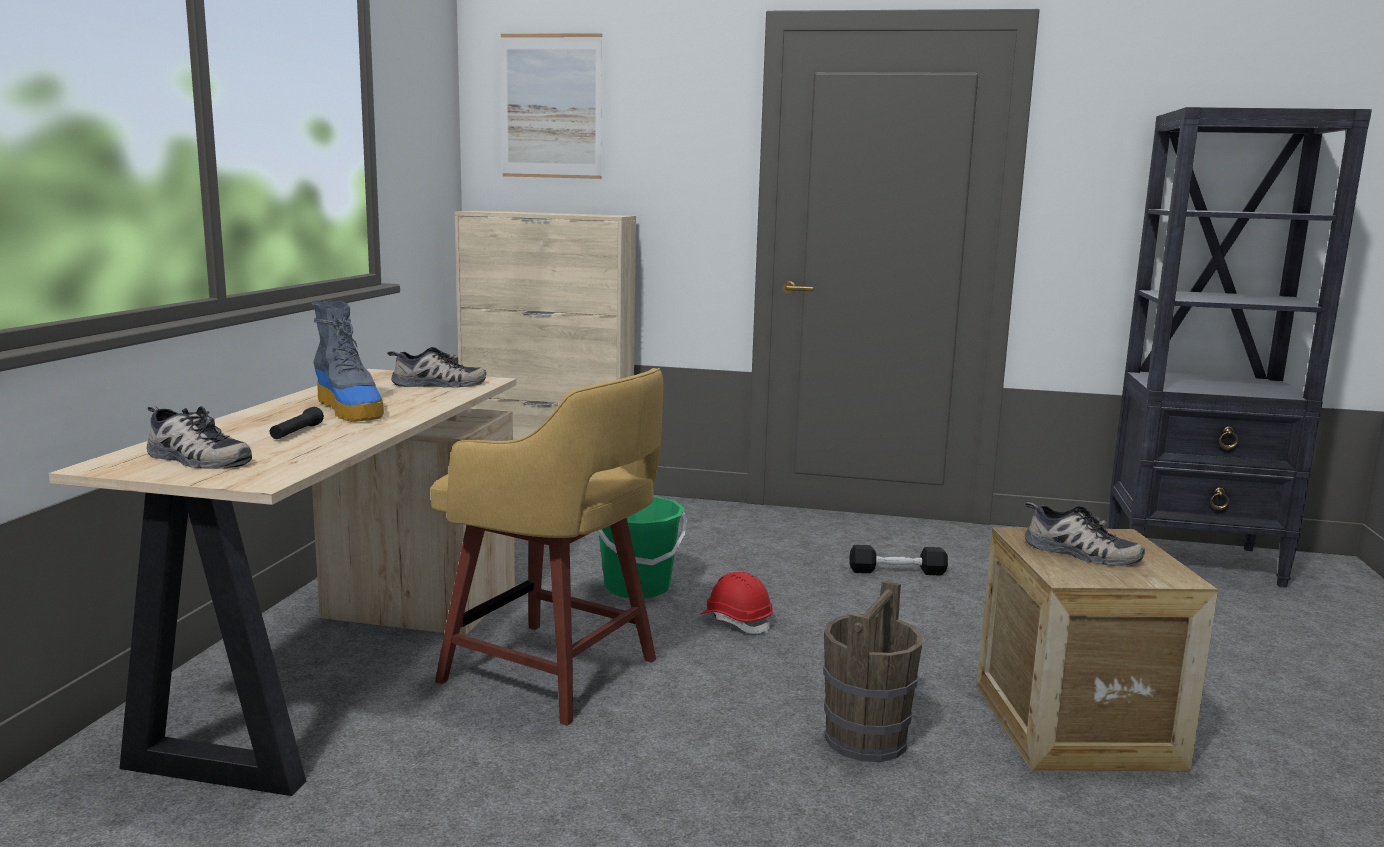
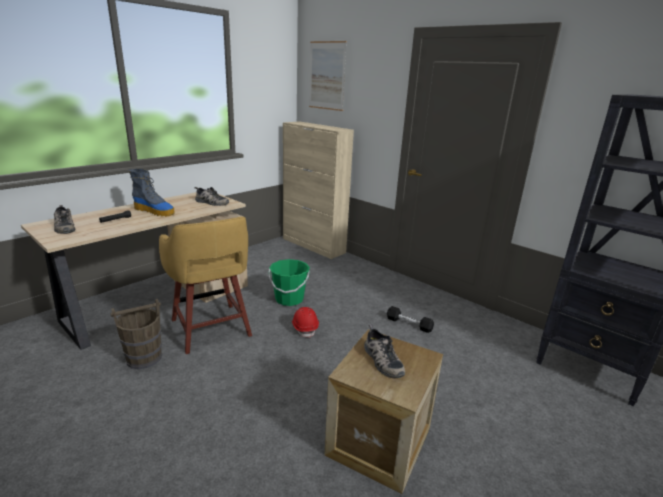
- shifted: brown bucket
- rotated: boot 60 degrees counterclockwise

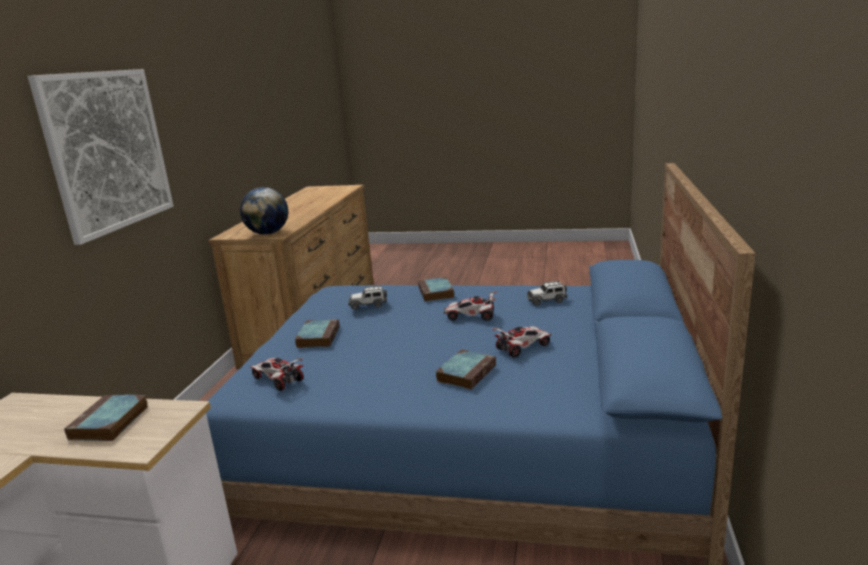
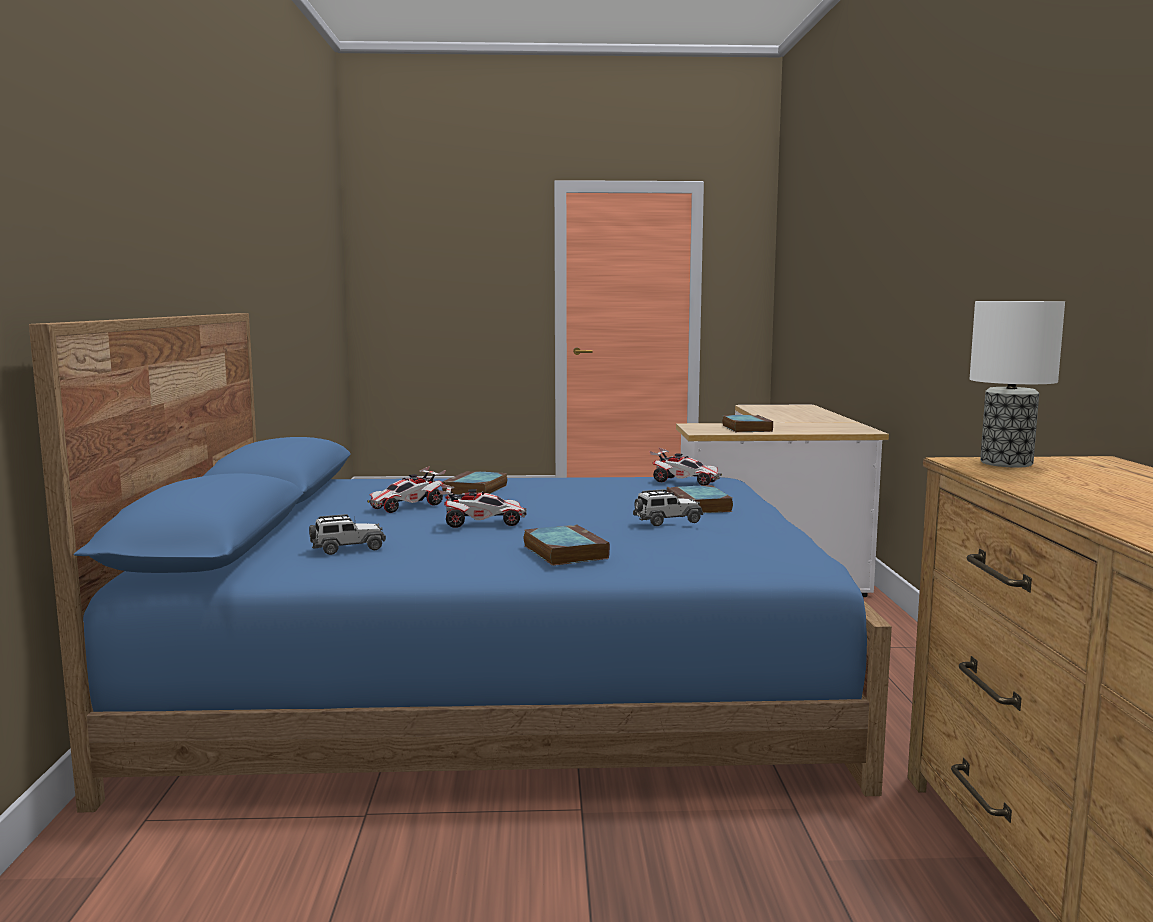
- gone: picture
- swapped: globe to table lamp

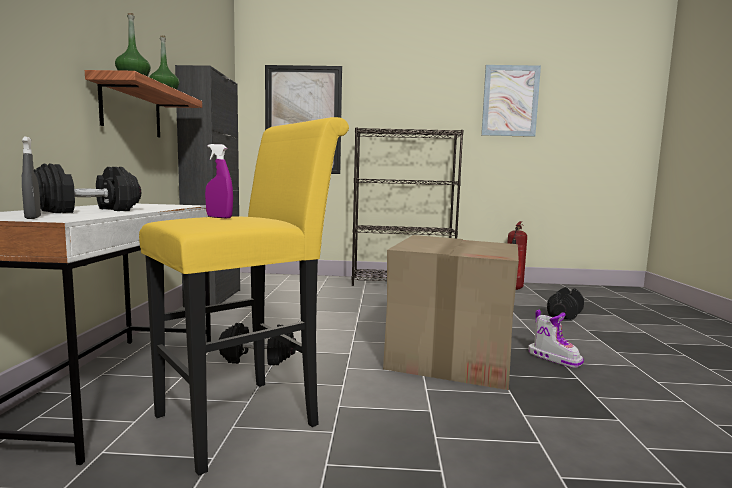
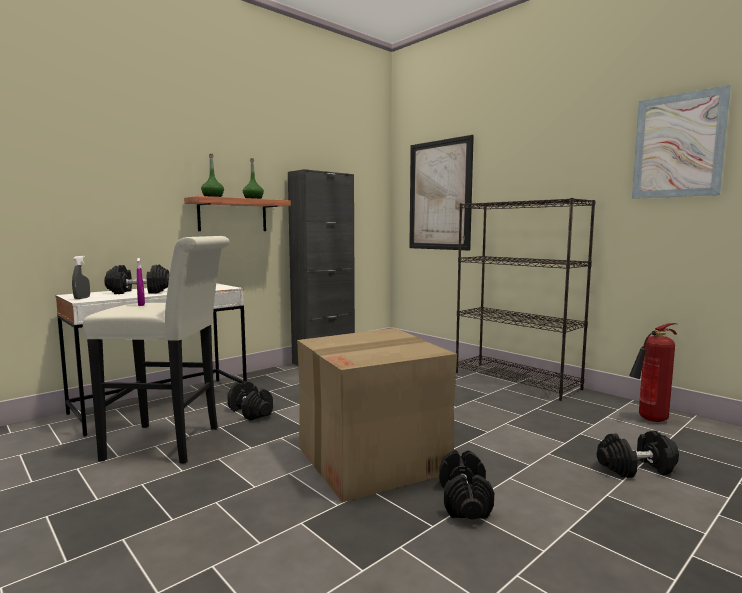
- swapped: boot to black dumbbell (no. 3 from left)
- repainted: yellow stool to white stool

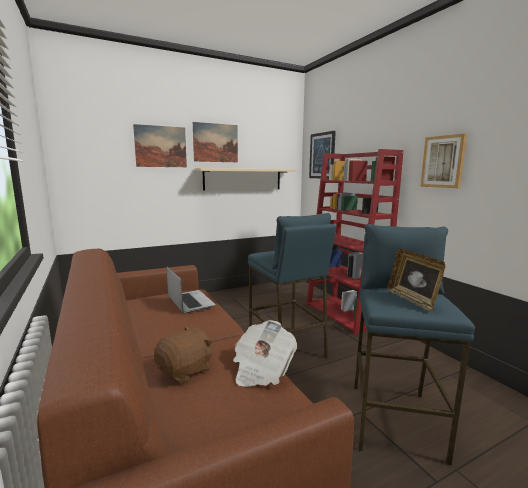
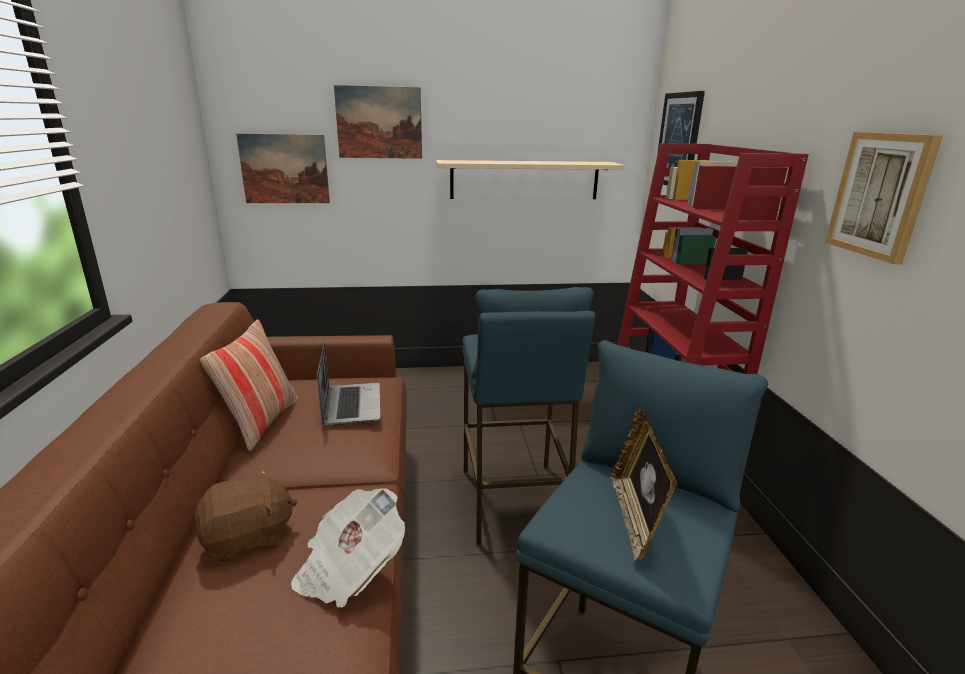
- new: pillow
- shifted: picture (no. 2 from left in the first image) to picture (no. 1 from left)

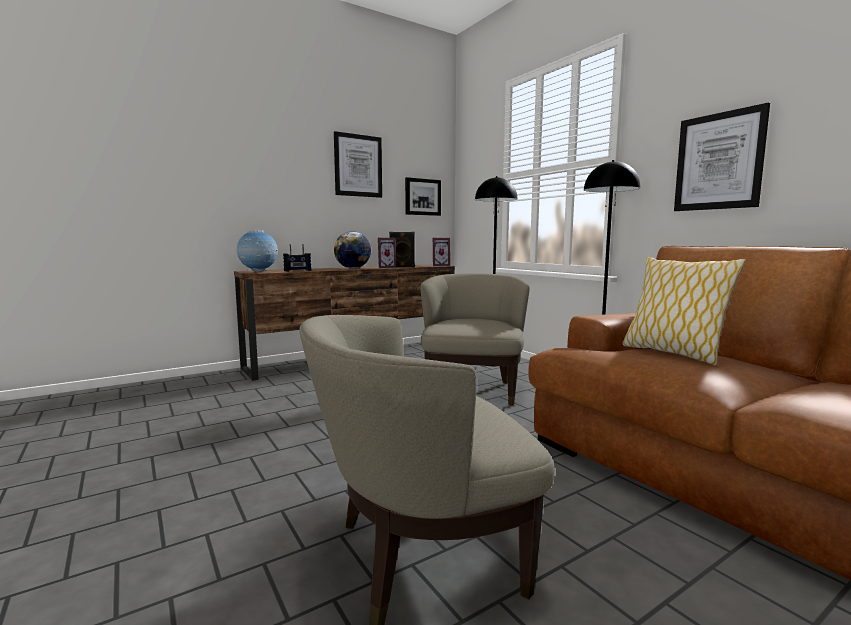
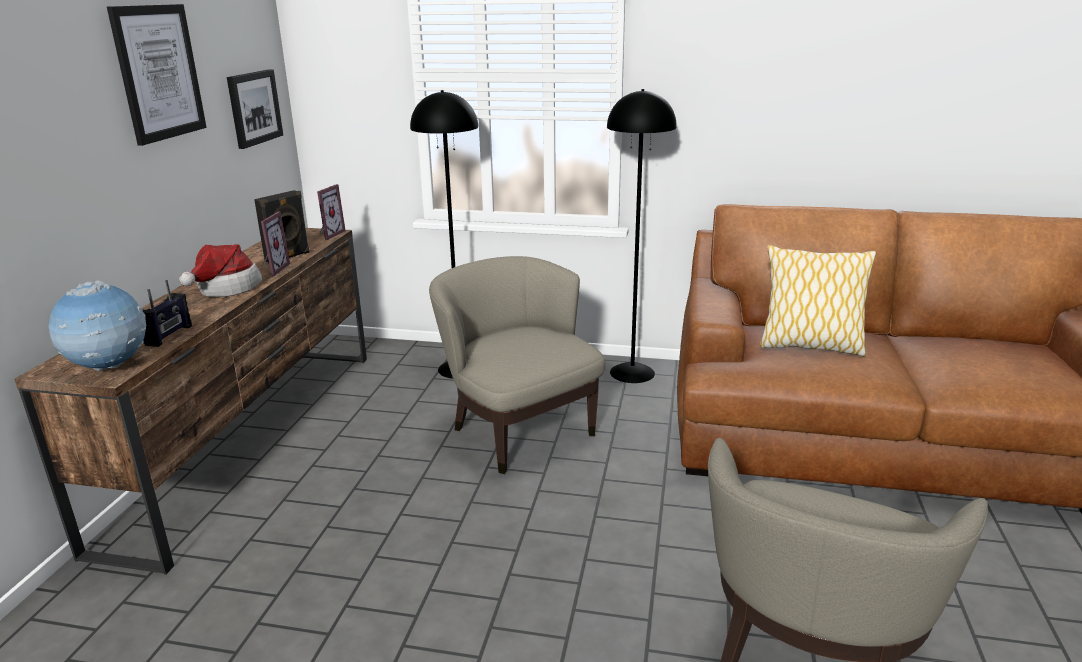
- gone: picture (no. 3 from left)
- swapped: globe (no. 2 from left) to hat

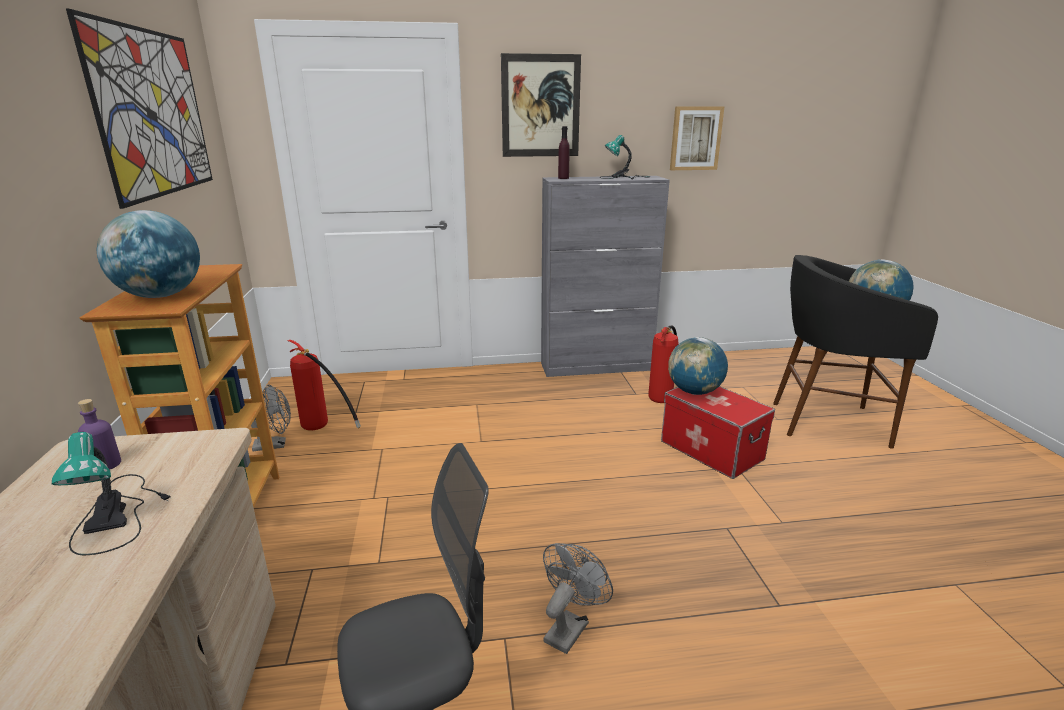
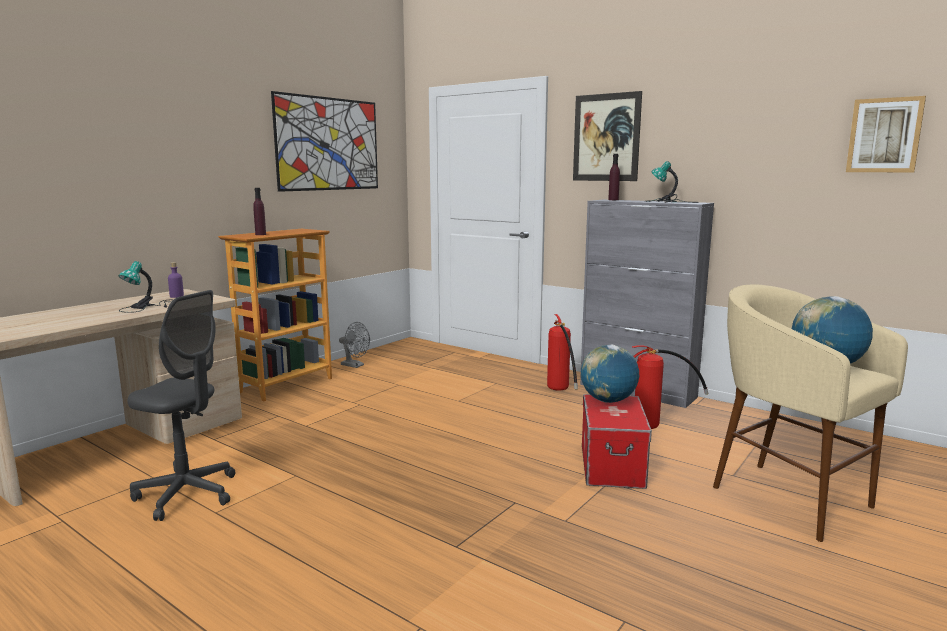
- gone: grey fan (no. 2 from left)
- shifted: fire extinguisher (no. 1 from left)
- shifted: picture (no. 3 from left)
- swapped: globe (no. 1 from left) to purple bottle (no. 2 from left)
- repainted: black stool to beige stool

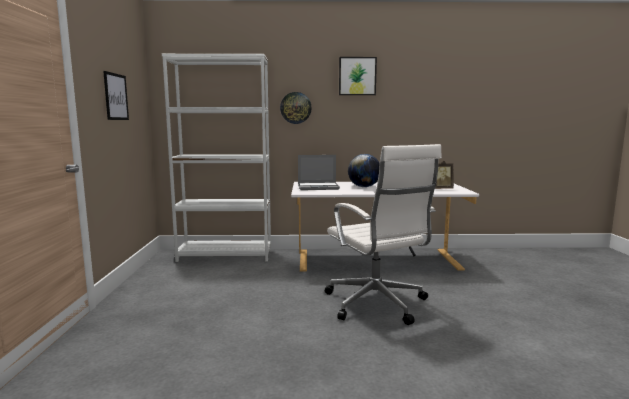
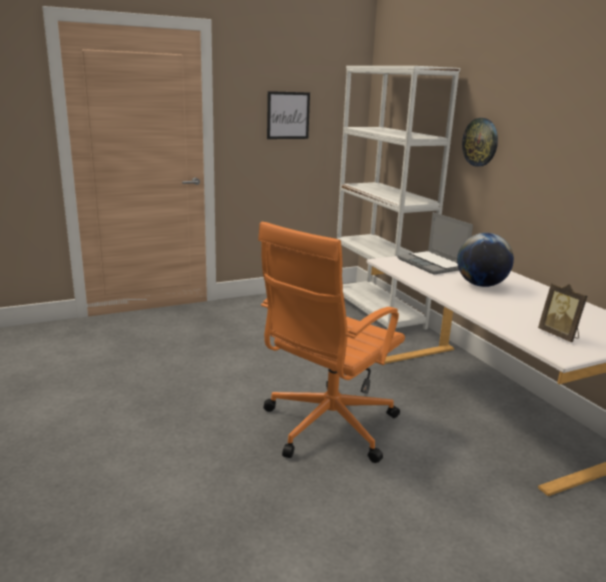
- gone: picture (no. 2 from left)
- repainted: white office chair to orange office chair

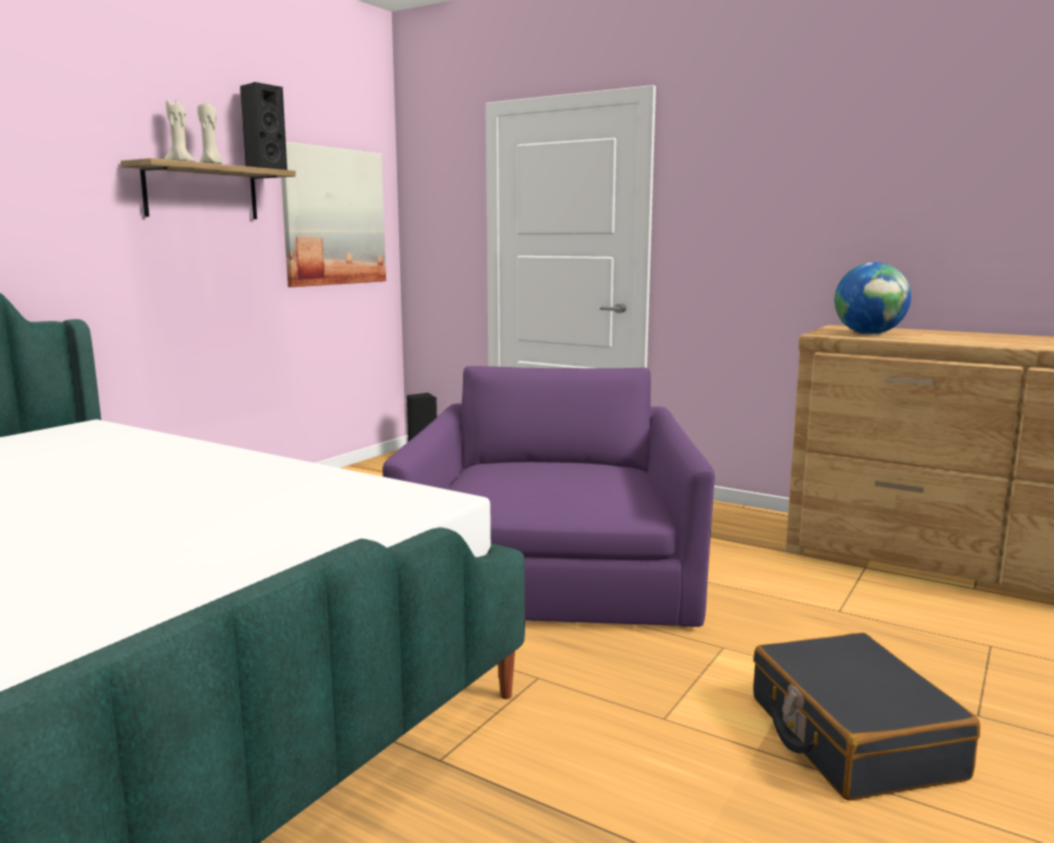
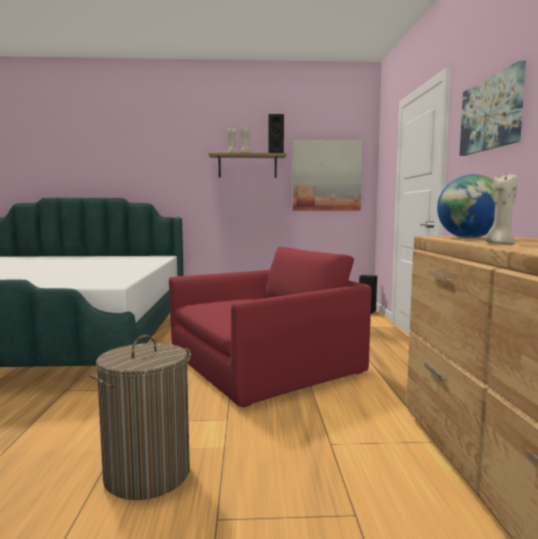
- new: picture (no. 2 from left)
- new: beige candle (no. 3 from left)
- swapped: black suitcase to laundry basket
- repainted: purple armchair to red armchair

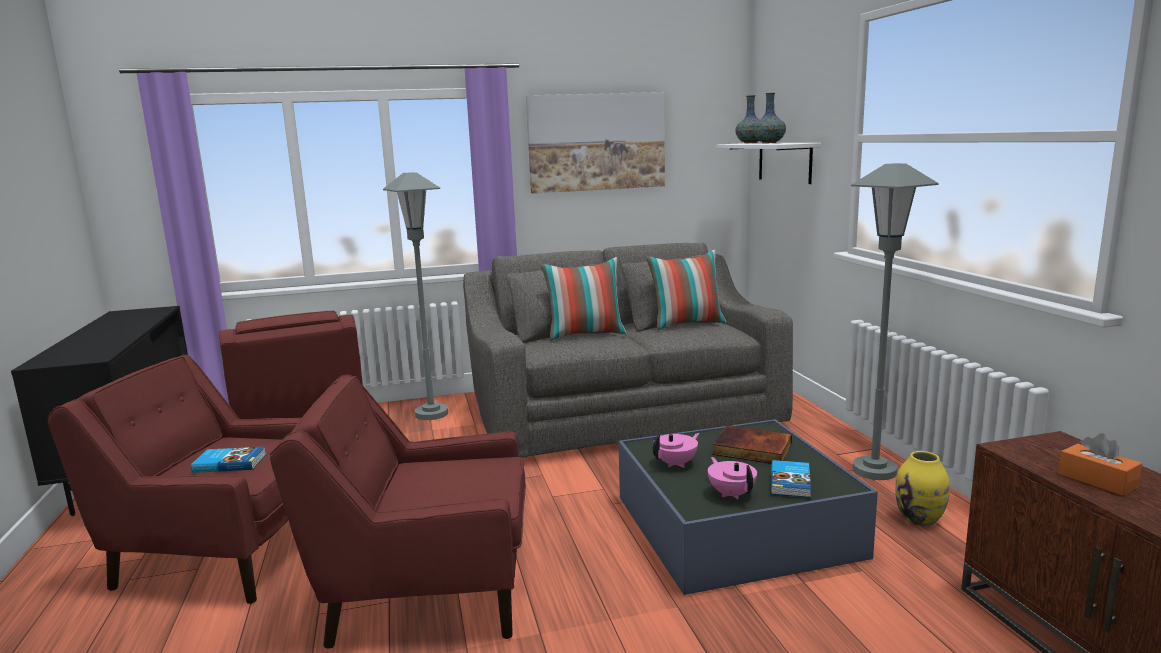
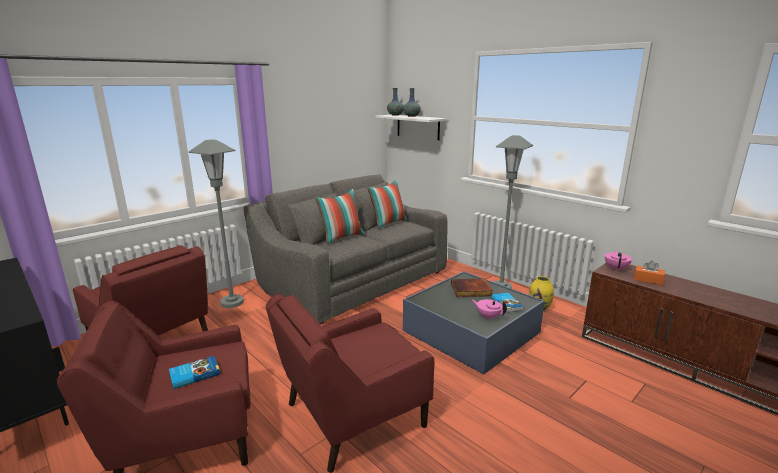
- gone: picture
- shifted: pink teapot (no. 1 from left in the first image) to pink teapot (no. 2 from left)

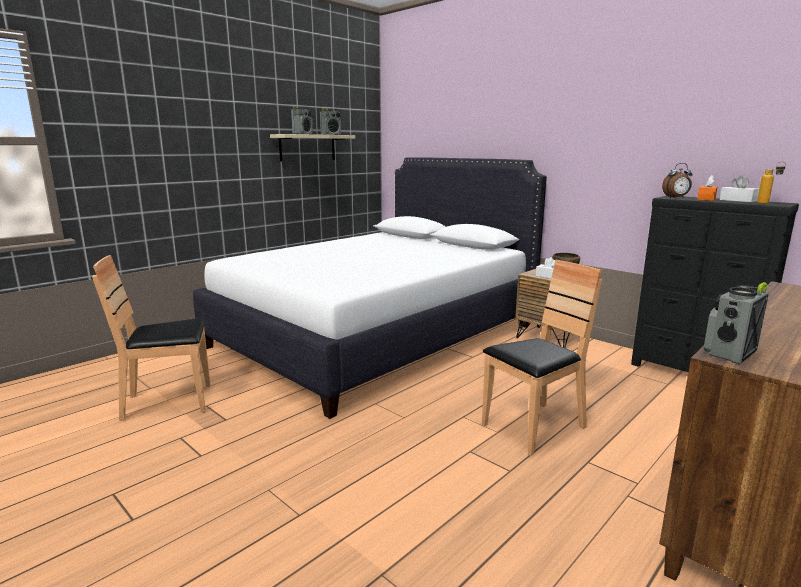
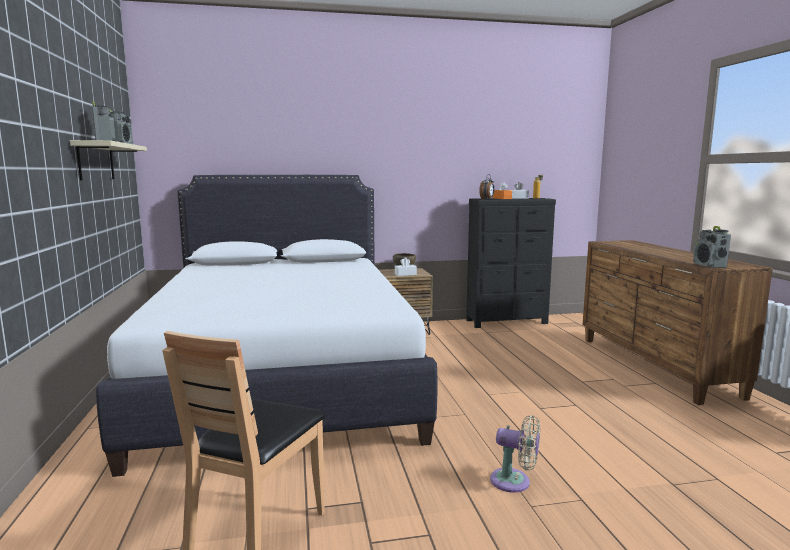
- gone: brown chair (no. 2 from left)
- new: beige fan

